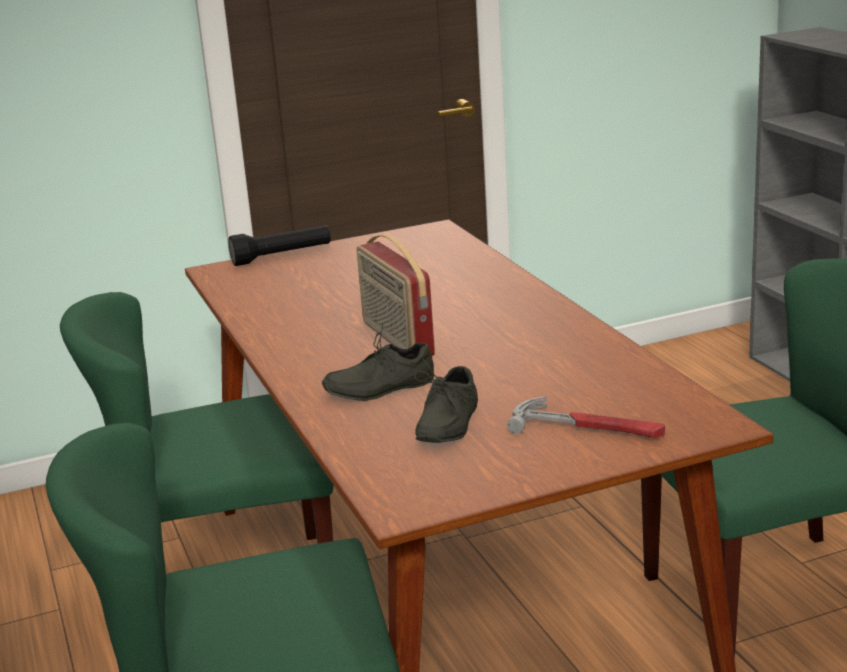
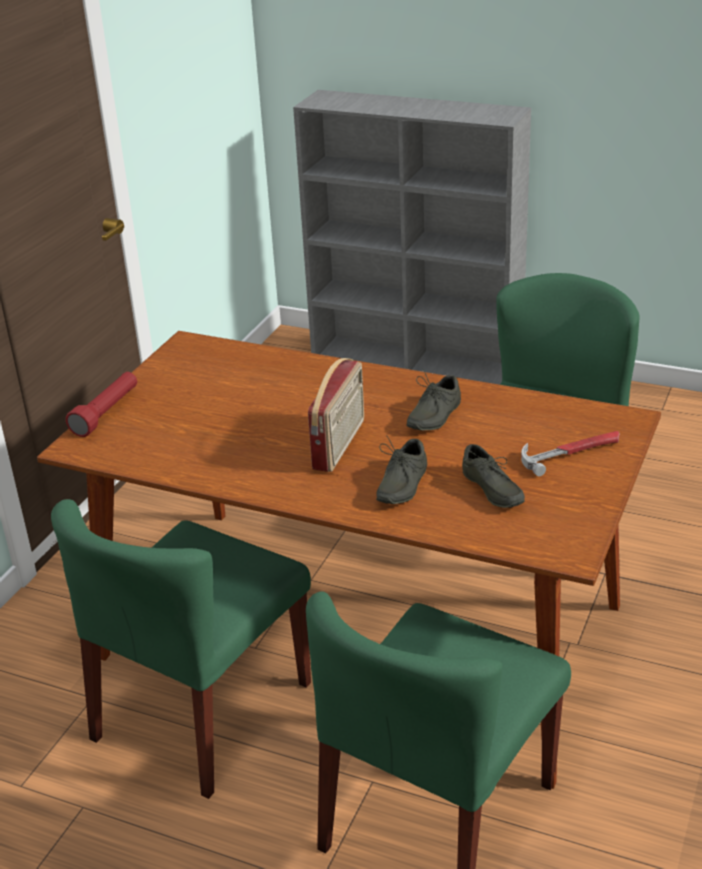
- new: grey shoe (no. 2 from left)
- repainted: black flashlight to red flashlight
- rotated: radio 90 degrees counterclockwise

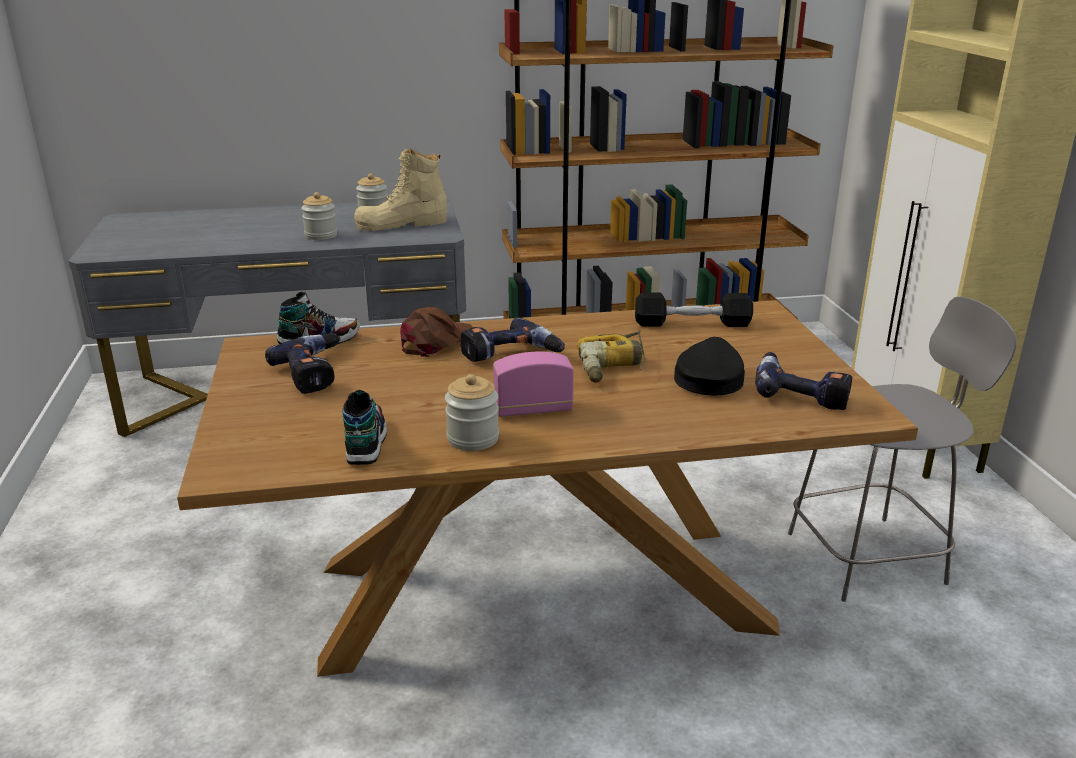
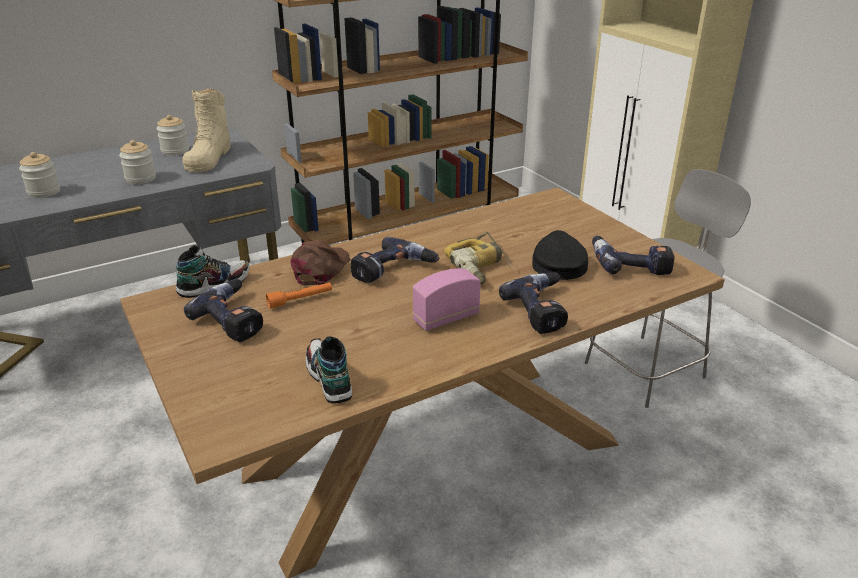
- gone: black dumbbell
- new: orange flashlight
- new: power drill (no. 4 from left)
- shifted: jar (no. 3 from left in the first image) to jar (no. 1 from left)
- rotated: beige boot 45 degrees counterclockwise

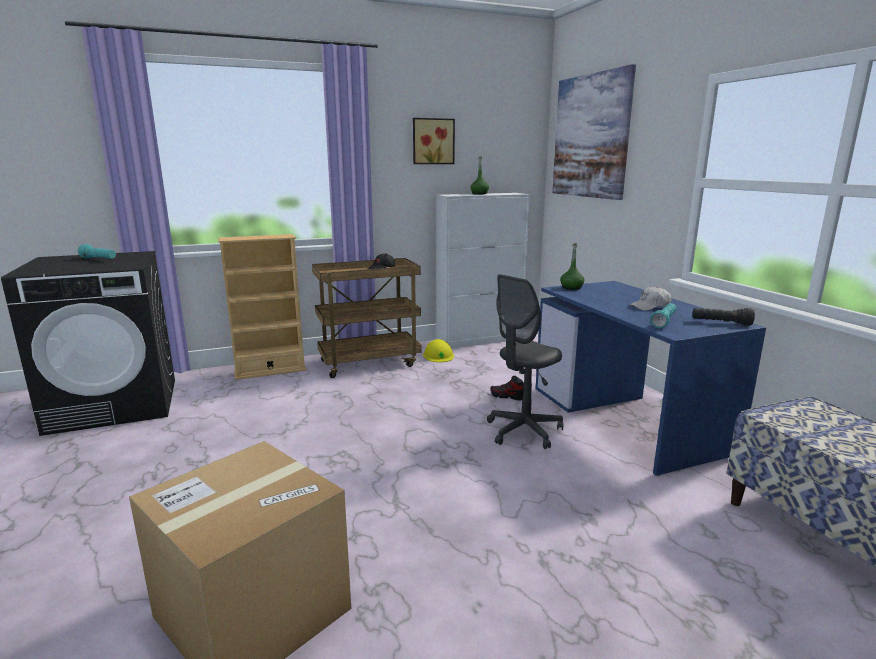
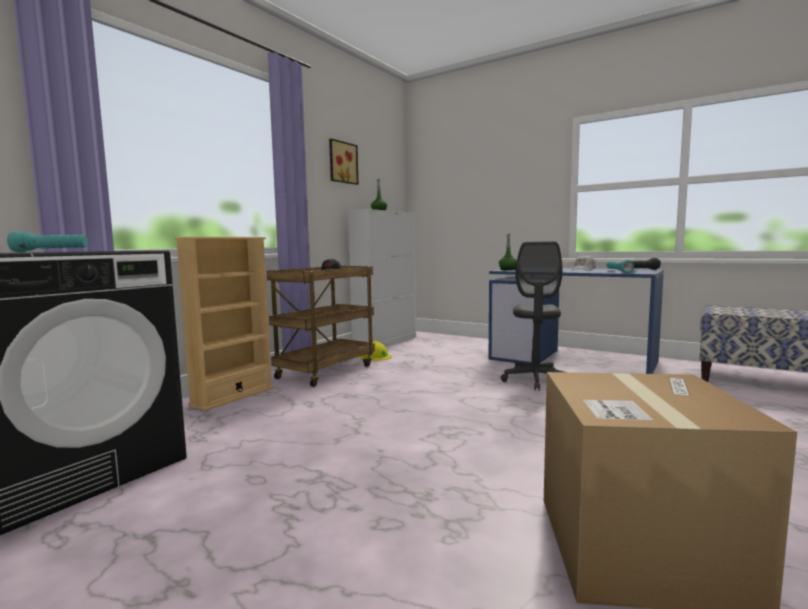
- gone: shoe
- gone: picture (no. 2 from left)

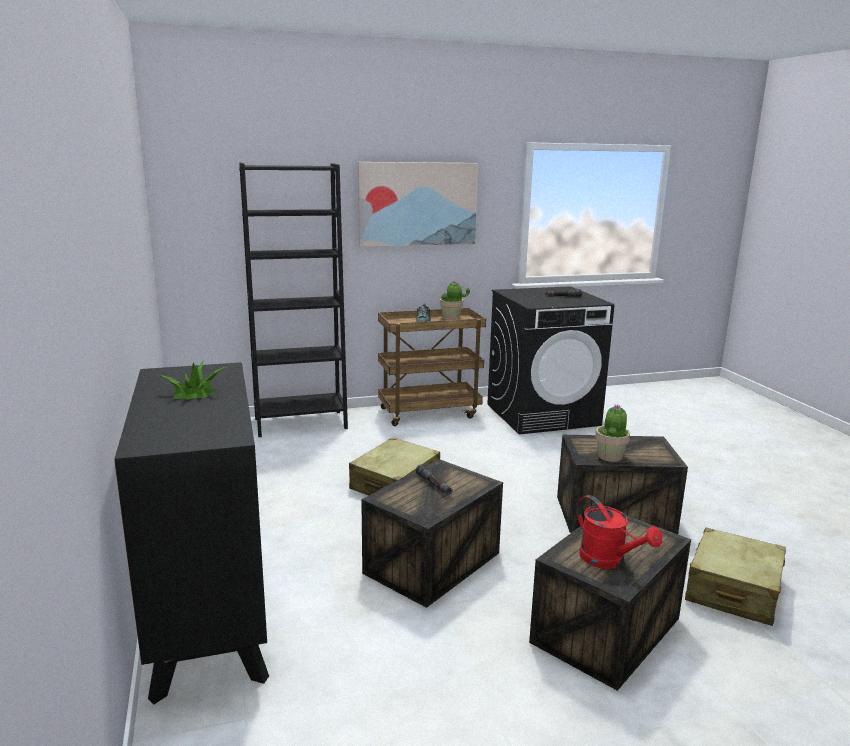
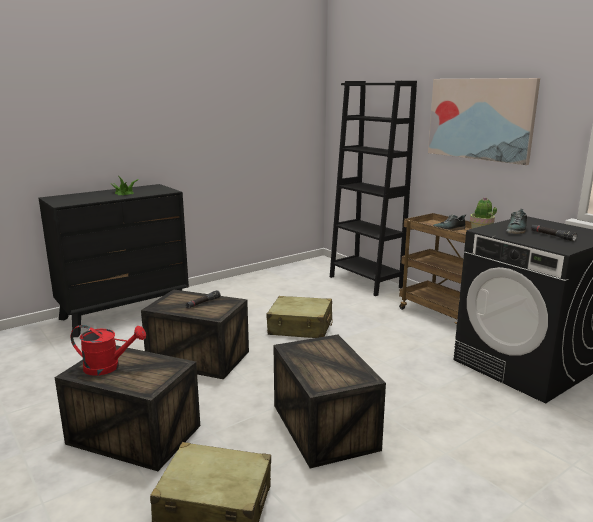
- gone: potted plant (no. 3 from left)
- new: shoe (no. 2 from left)
- rotated: red watering can 120 degrees counterclockwise

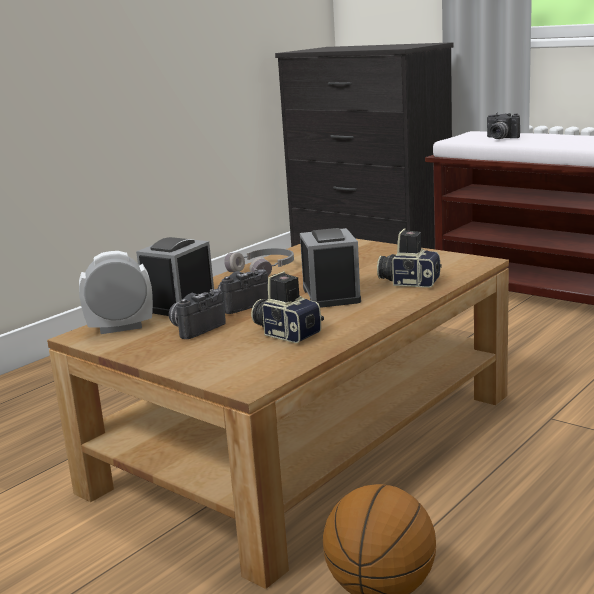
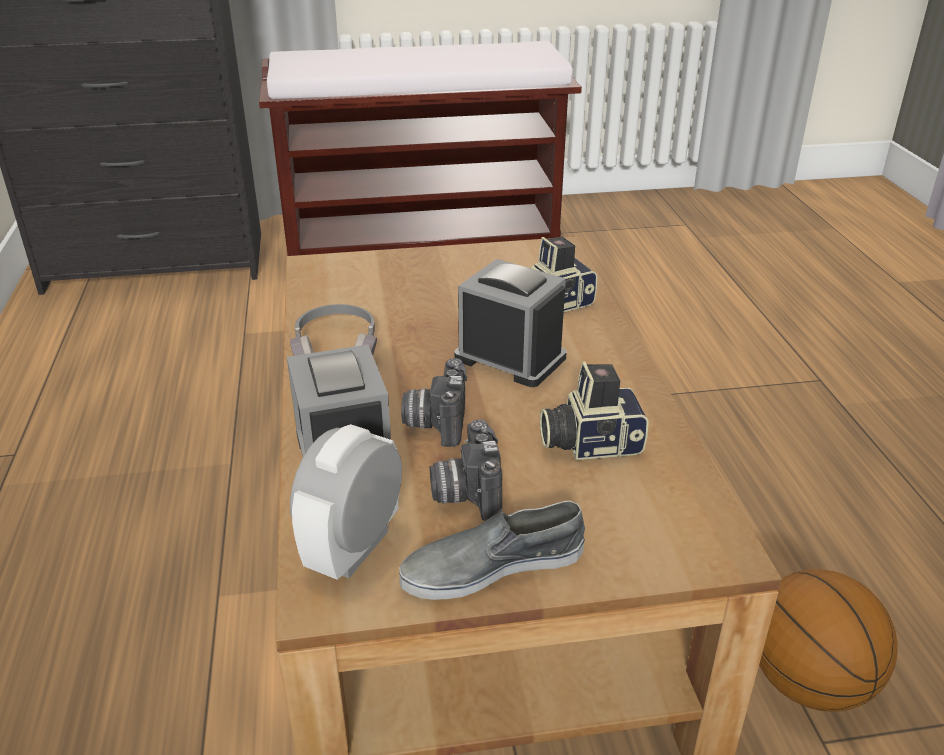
- gone: photo camera (no. 5 from left)
- new: grey shoe

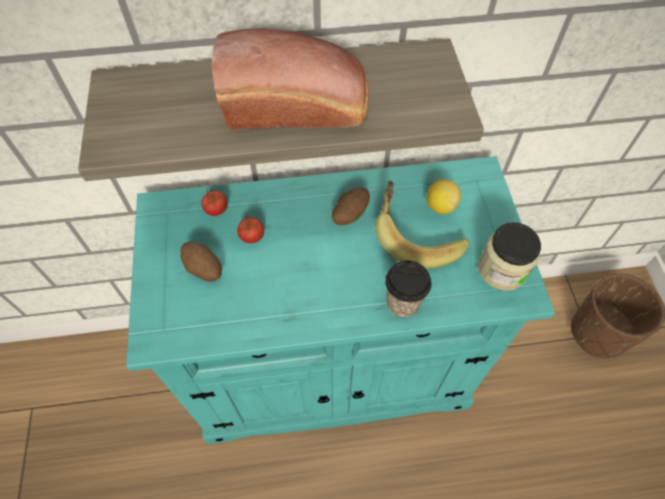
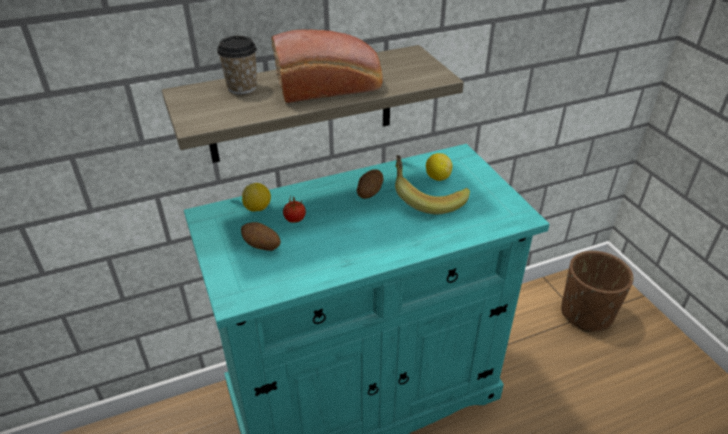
- gone: jar
- shifted: cup
- swapped: tomato (no. 1 from left) to lemon (no. 1 from left)

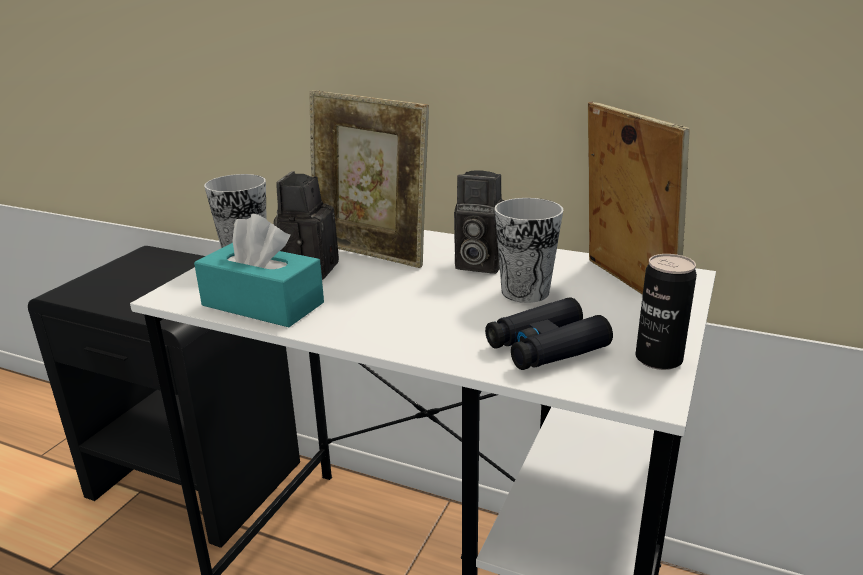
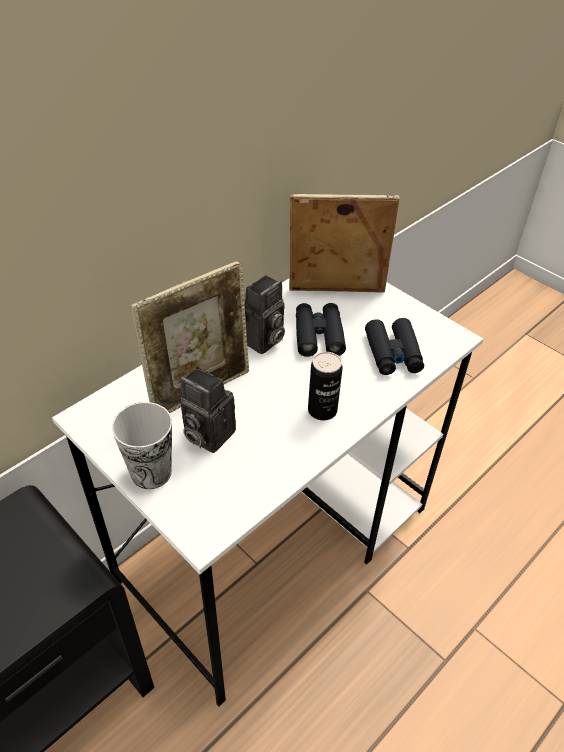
- gone: turquoise tissue box
- shifted: can
- swapped: cup (no. 2 from left) to black binoculars (no. 1 from left)

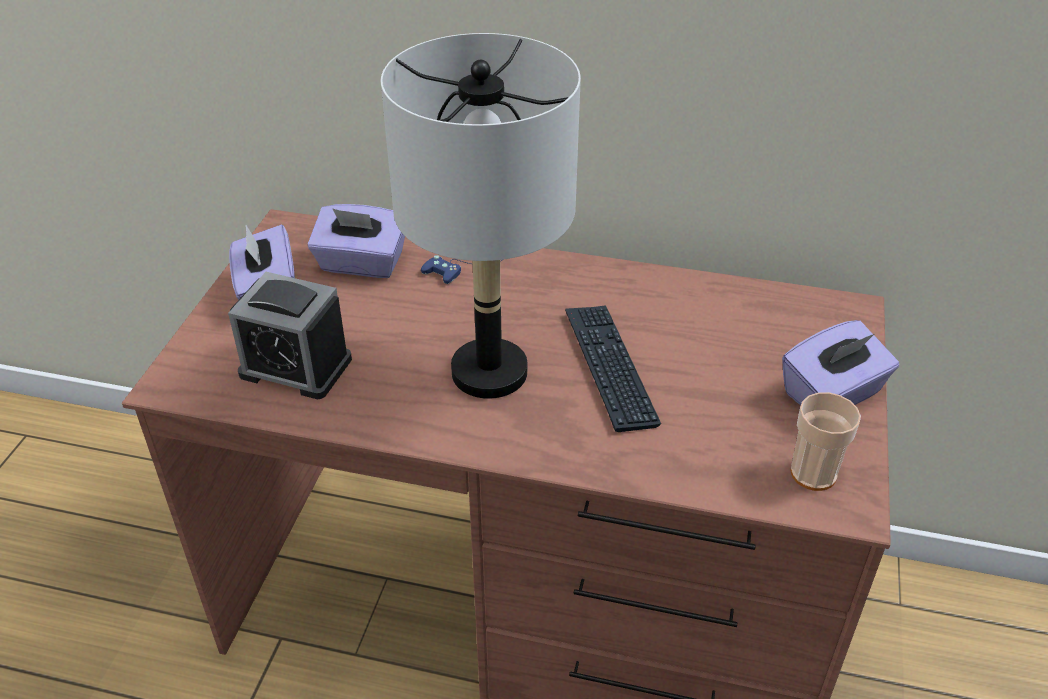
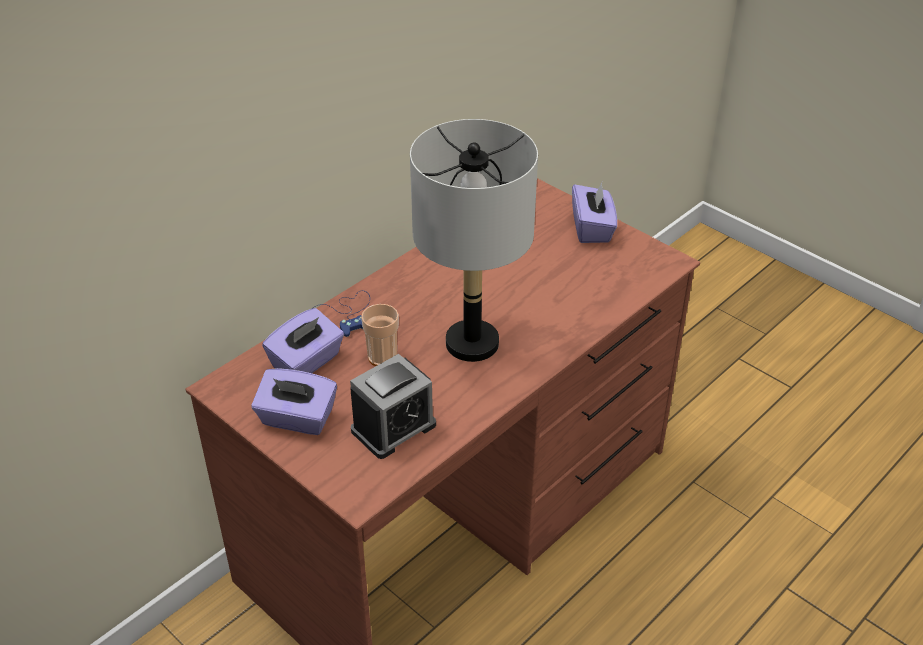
- gone: keyboard
- shifted: cup

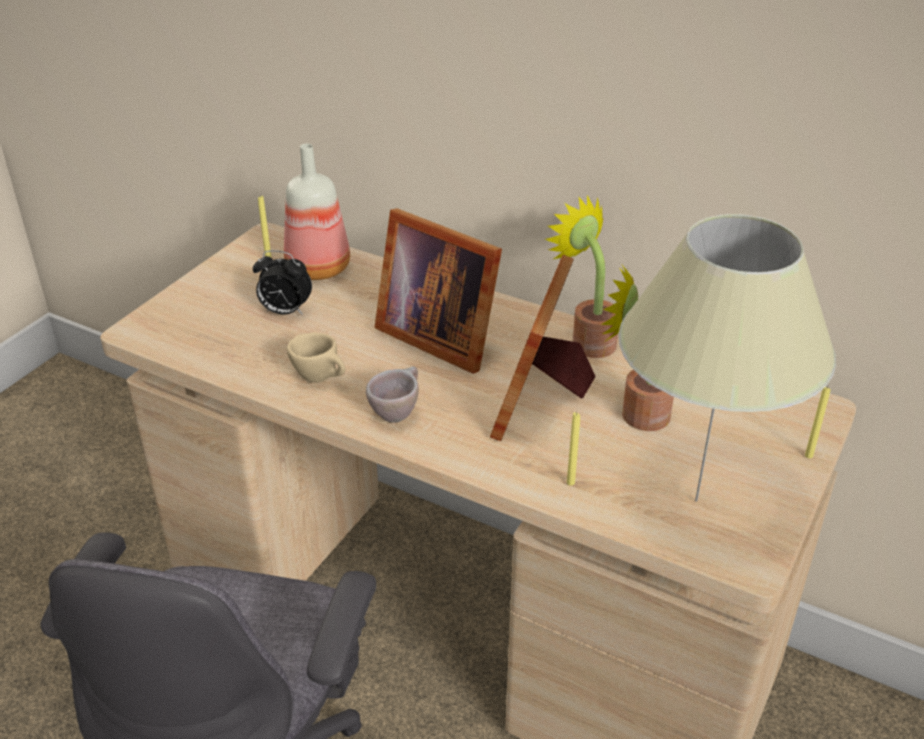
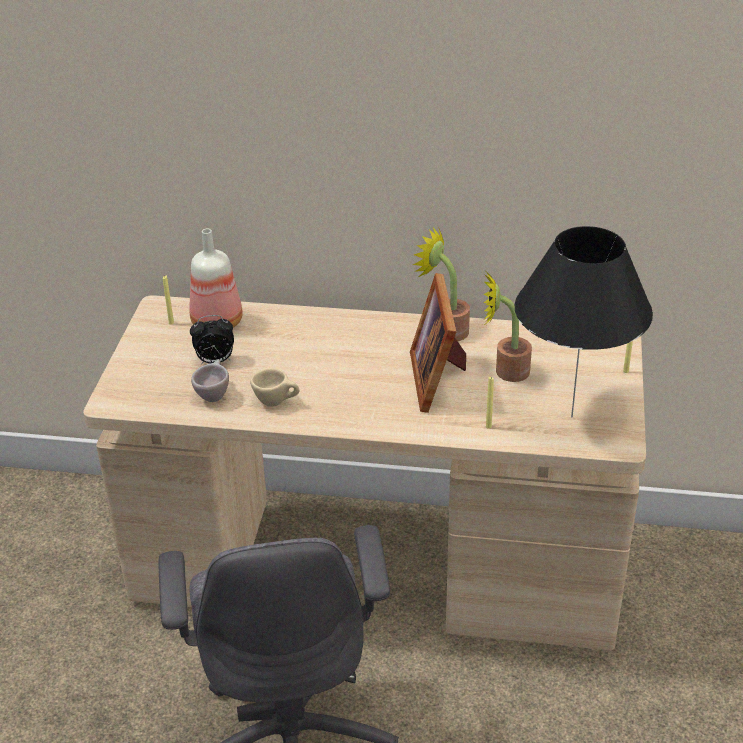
- gone: picture frame (no. 1 from left)
- shifted: beige cup (no. 2 from left in the first image) to beige cup (no. 1 from left)
- repainted: beige table lamp to black table lamp

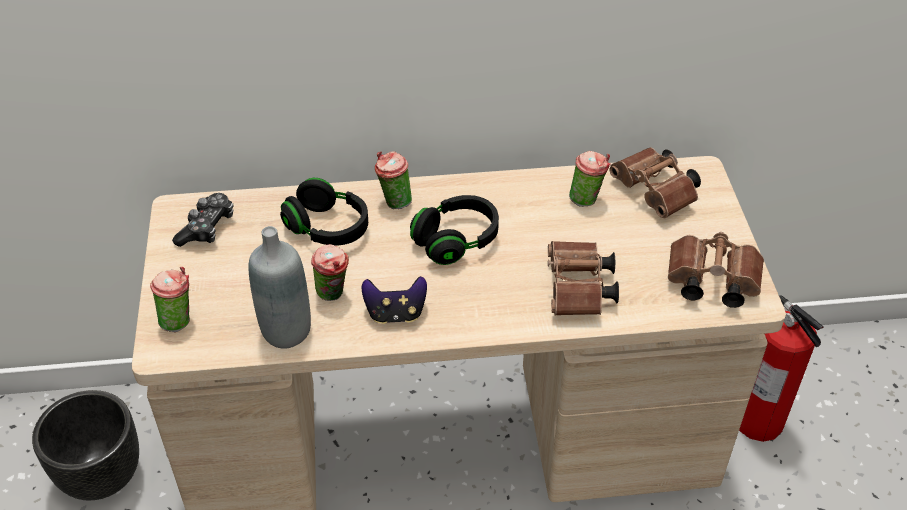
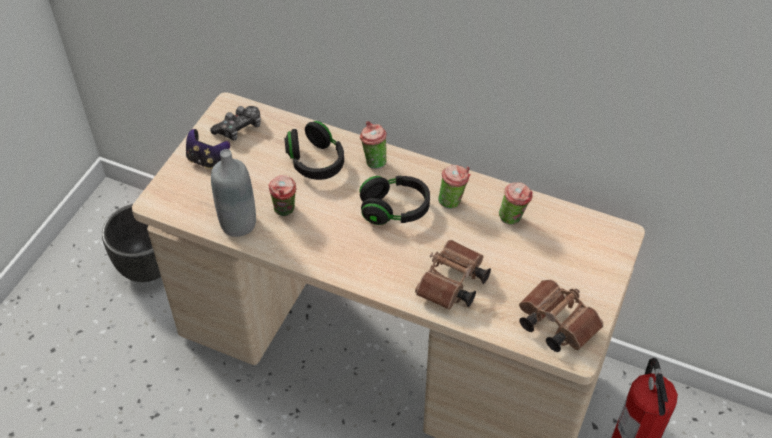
- gone: brown binoculars (no. 2 from left)
- shifted: cup (no. 1 from left in the first image) to cup (no. 3 from left)
- shifted: game controller (no. 2 from left in the first image) to game controller (no. 1 from left)

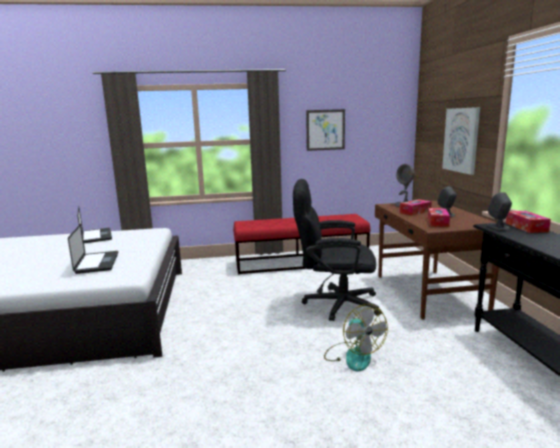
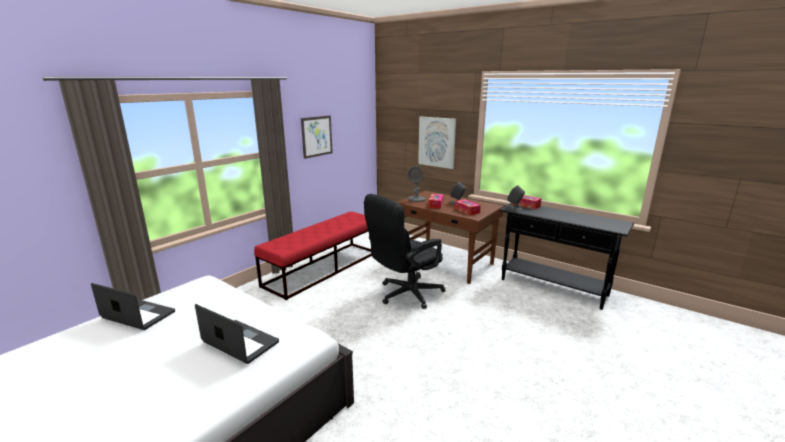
- gone: fan

